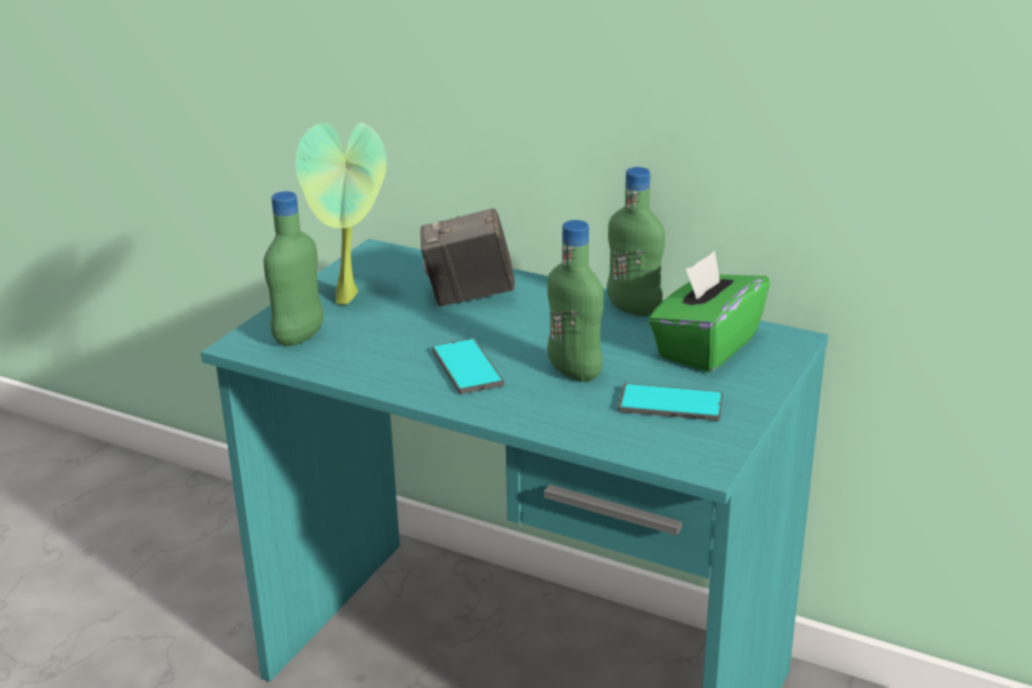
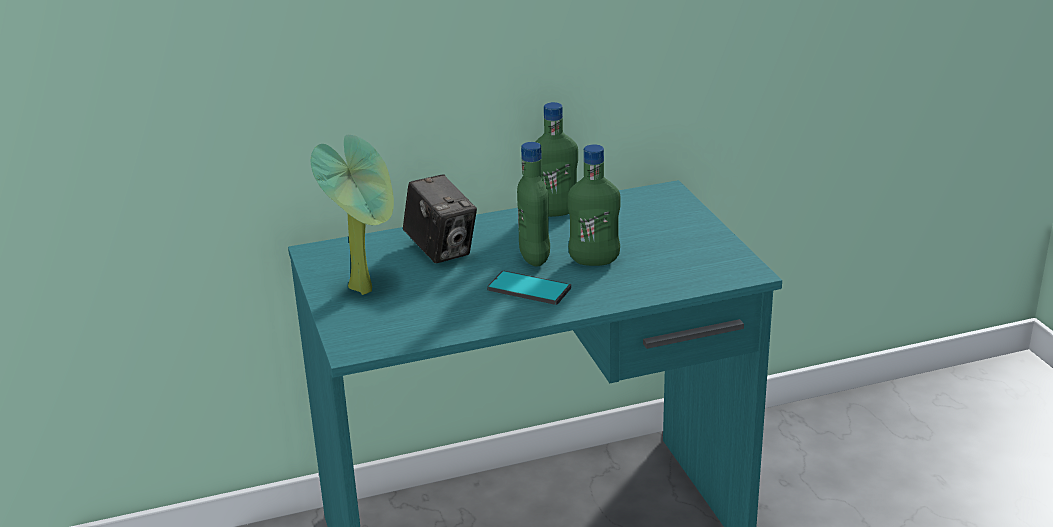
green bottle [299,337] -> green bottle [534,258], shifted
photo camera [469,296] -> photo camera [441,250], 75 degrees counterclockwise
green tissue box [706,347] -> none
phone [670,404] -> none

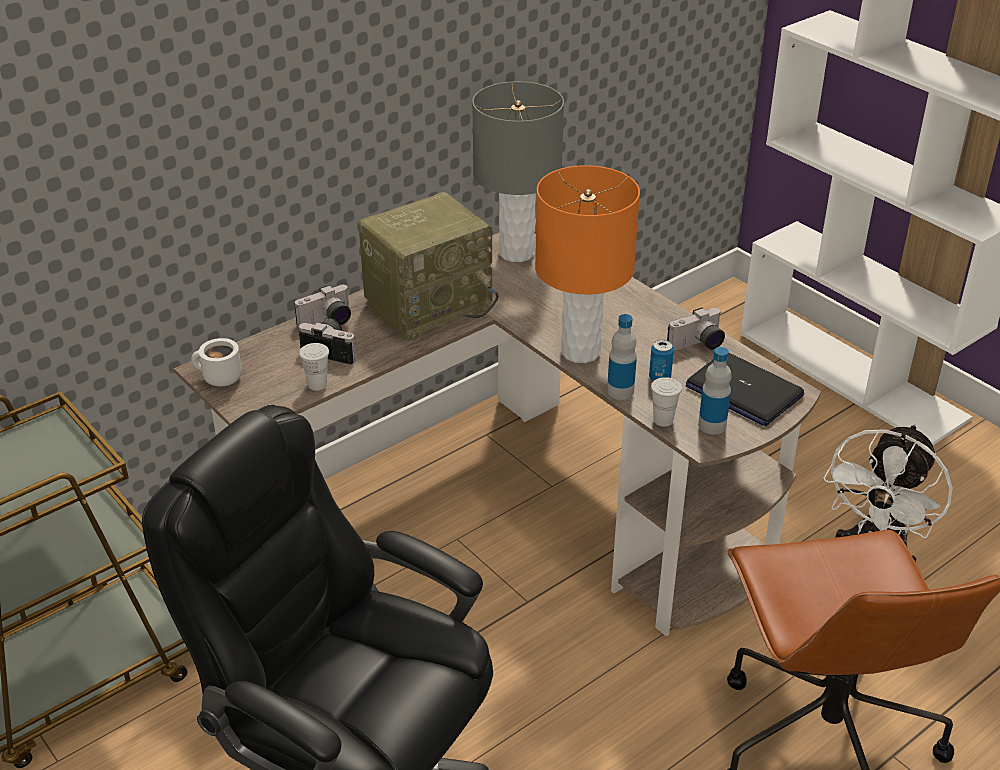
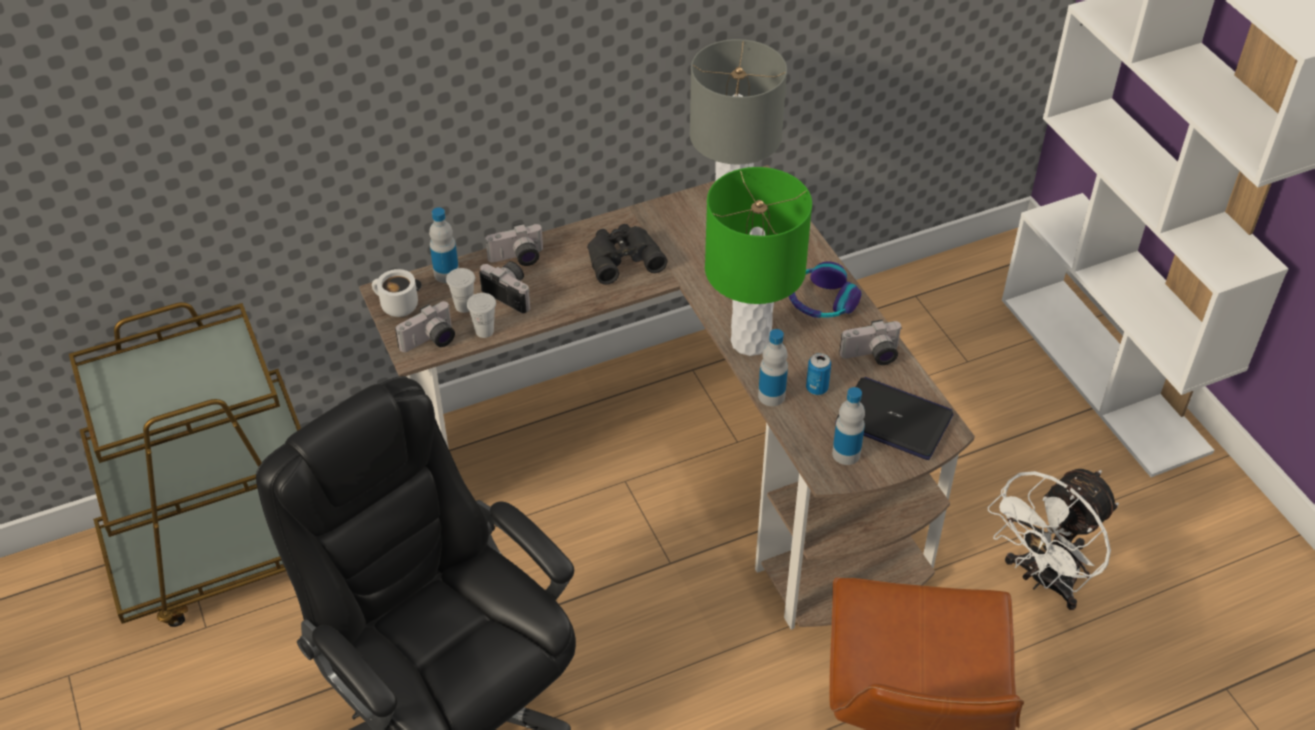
orange table lamp [580,351] -> green table lamp [750,341]
radio [429,305] -> black binoculars [622,257]
laptop [743,391] -> laptop [894,420], 150 degrees clockwise
white cup [663,420] -> white cup [464,306], shifted
none -> bottle [446,274]
none -> headphones [821,301]
none -> photo camera [430,342]

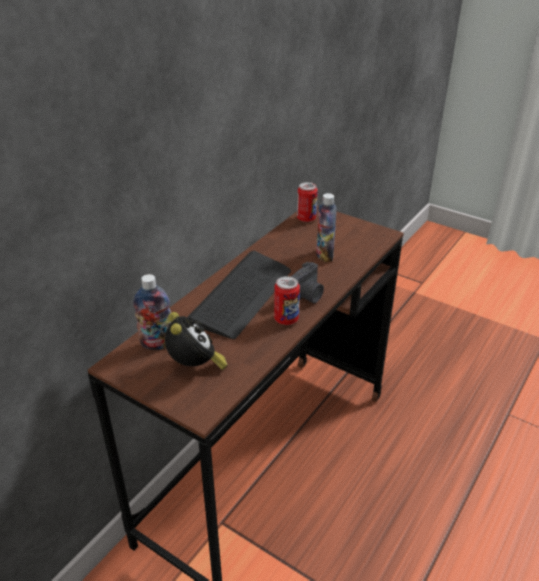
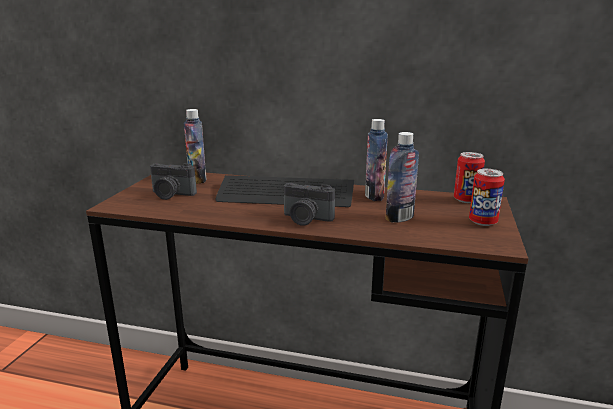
can [286,319] -> can [483,222], shifted
alarm clock [195,367] -> photo camera [171,195]
none -> bottle [374,196]

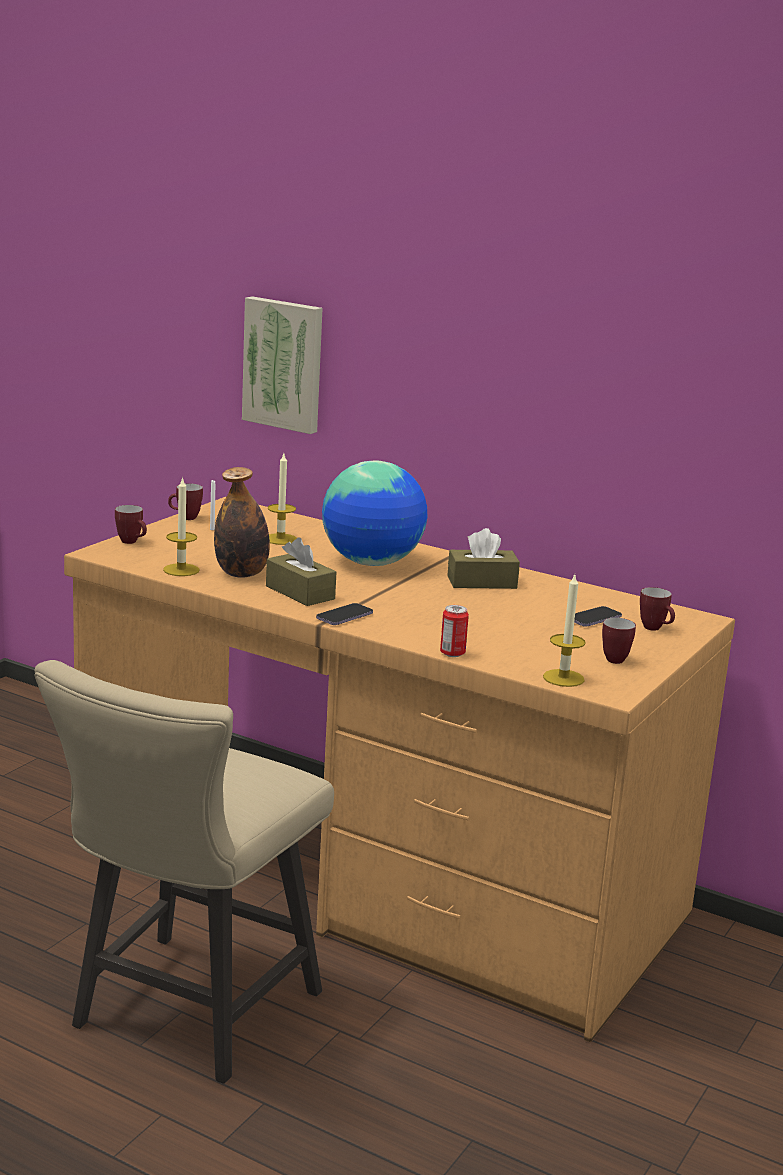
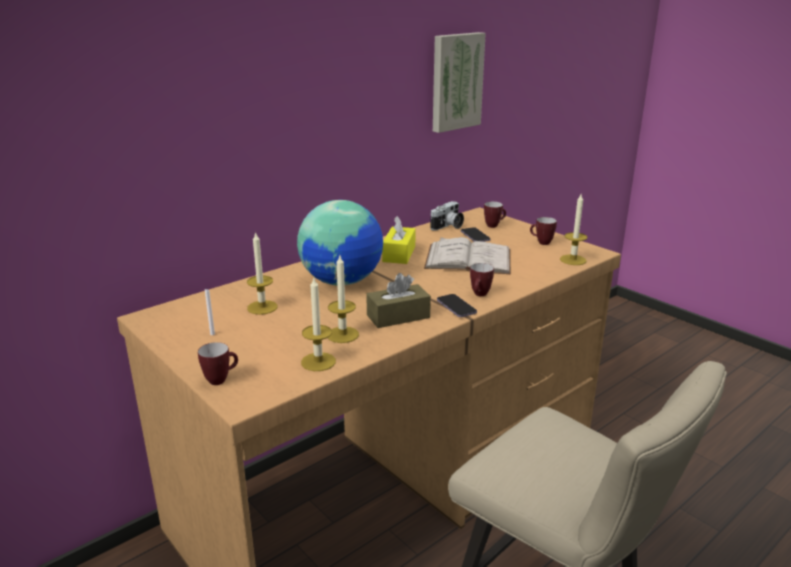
picture [284,364] -> picture [455,81], shifted
bottle [241,574] -> candle [342,335]
mug [185,518] -> mug [480,295], shifted
brown tissue box [482,582] -> yellow tissue box [399,254]
can [452,653] -> none
none -> photo camera [448,226]
none -> white book [468,258]

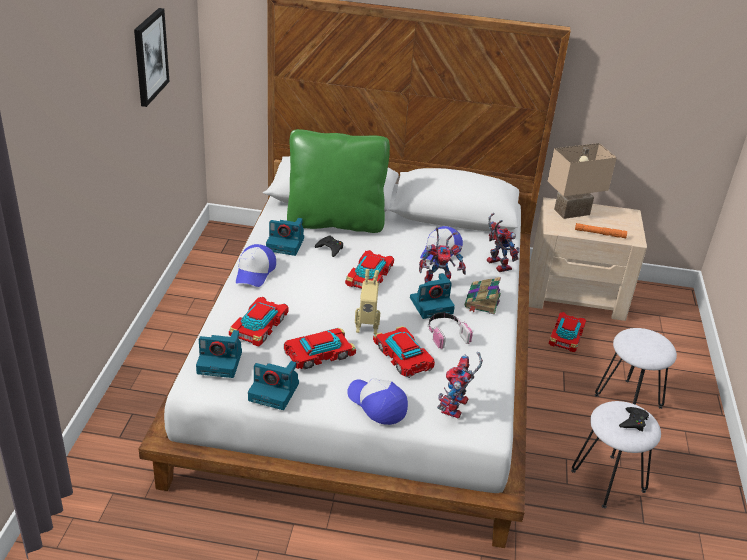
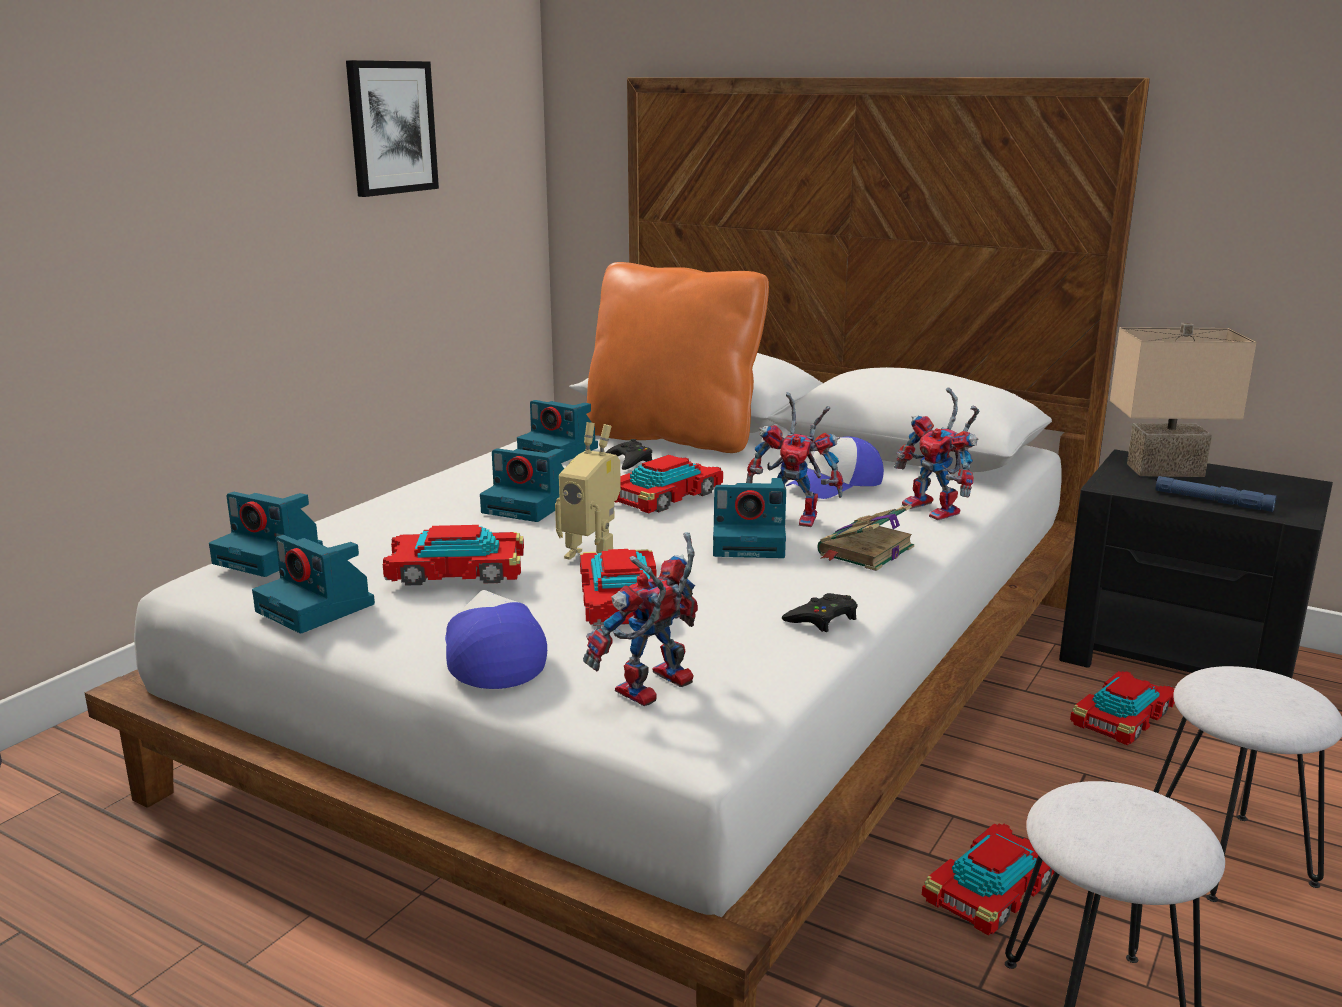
green pillow [335,222] -> orange pillow [673,437]
beige nightstand [576,293] -> black nightstand [1181,656]
toy robot [495,264] -> toy robot [938,510], 150 degrees clockwise
orange flashlight [600,233] -> blue flashlight [1213,501]
cap [255,272] -> none
toy car [260,326] -> toy car [993,890], shifted
headphones [446,334] -> none
black game controller [633,422] -> black game controller [822,619], shifted
none -> photo camera [529,506]

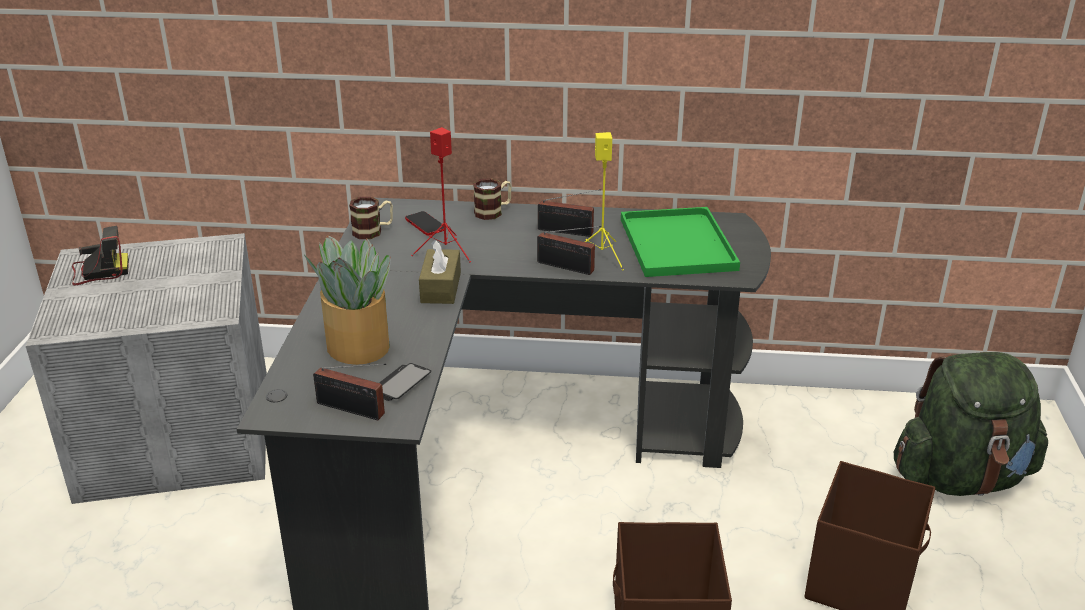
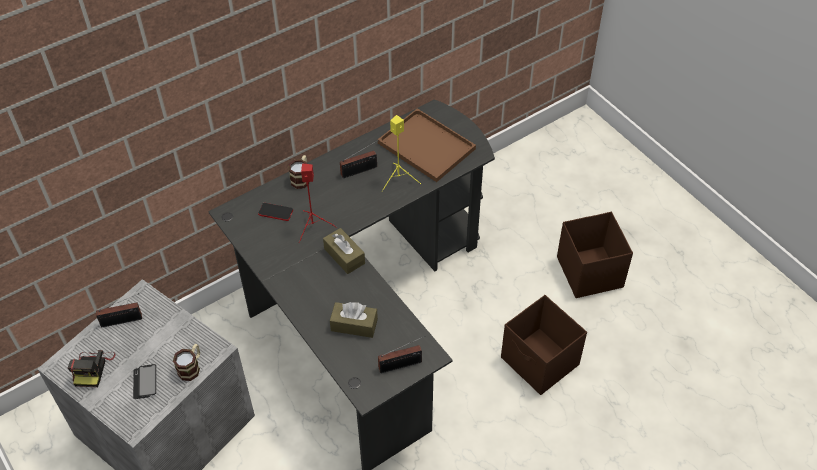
mug [373,231] -> mug [191,367], shifted
green tray [675,243] -> brown tray [424,146]
photo camera [98,271] -> photo camera [93,368], 150 degrees clockwise
radio [568,267] -> radio [124,320], shifted
potted plant [358,347] -> brown tissue box [354,325]
green backpack [961,478] -> none
phone [400,384] -> phone [145,382], shifted

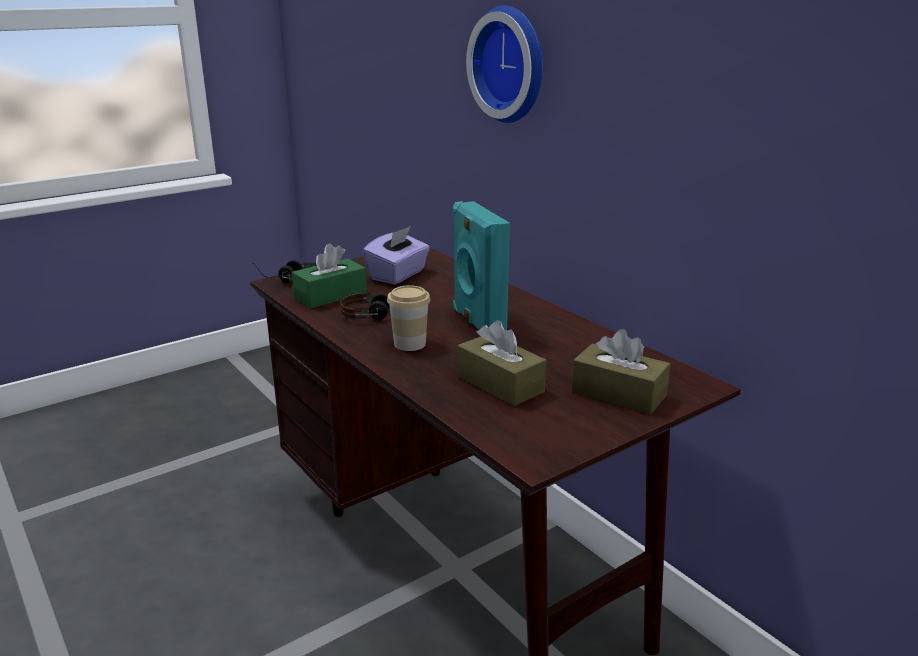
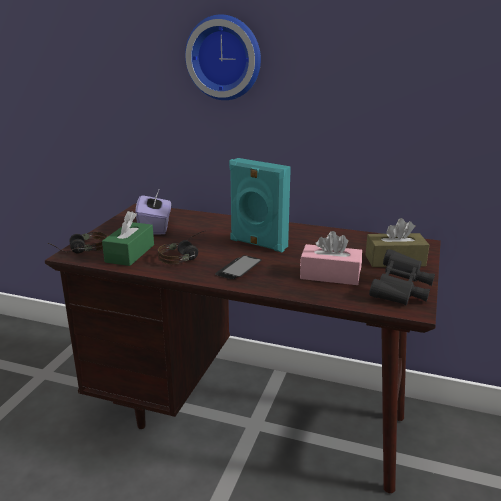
cup [410,344] -> phone [238,268]
brown tissue box [500,384] -> pink tissue box [330,275]
none -> black binoculars [401,291]

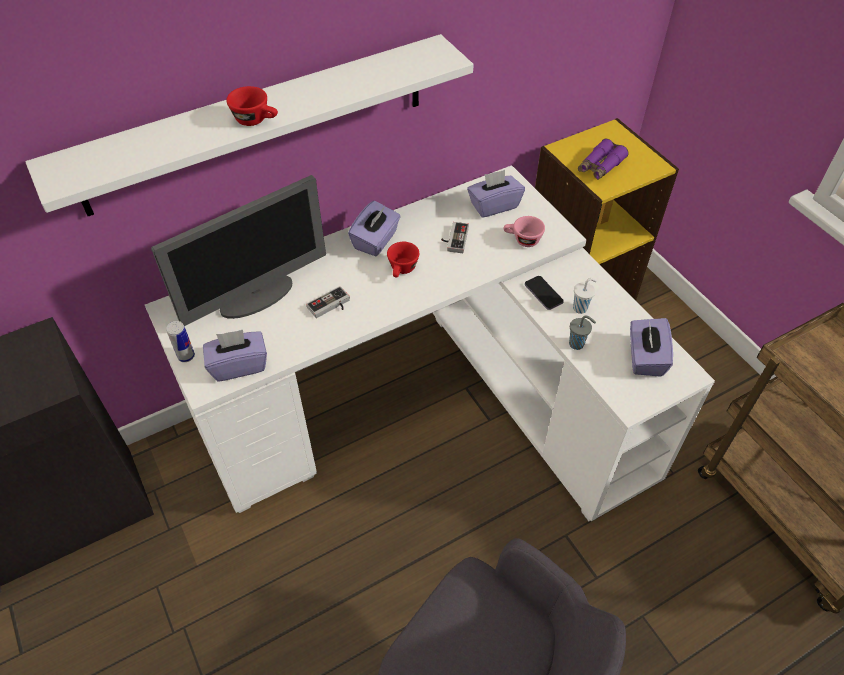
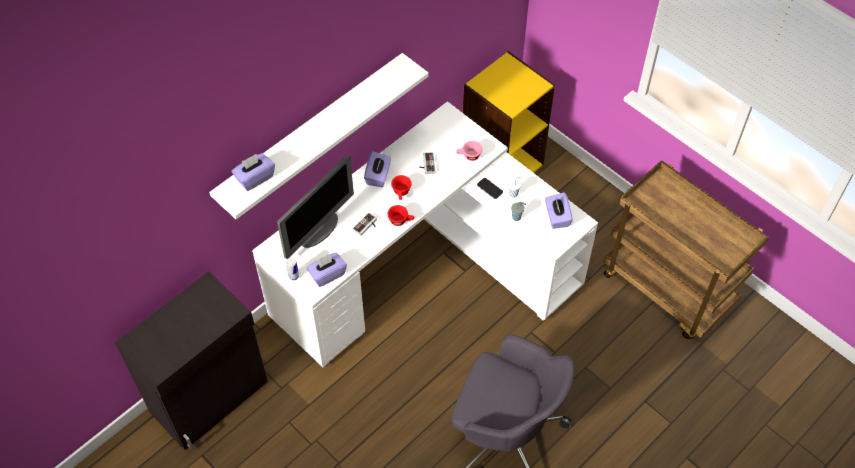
red cup [256,120] -> red cup [401,220], shifted
purple binoculars [600,166] -> none
purple tissue box [494,205] -> purple tissue box [255,178], shifted

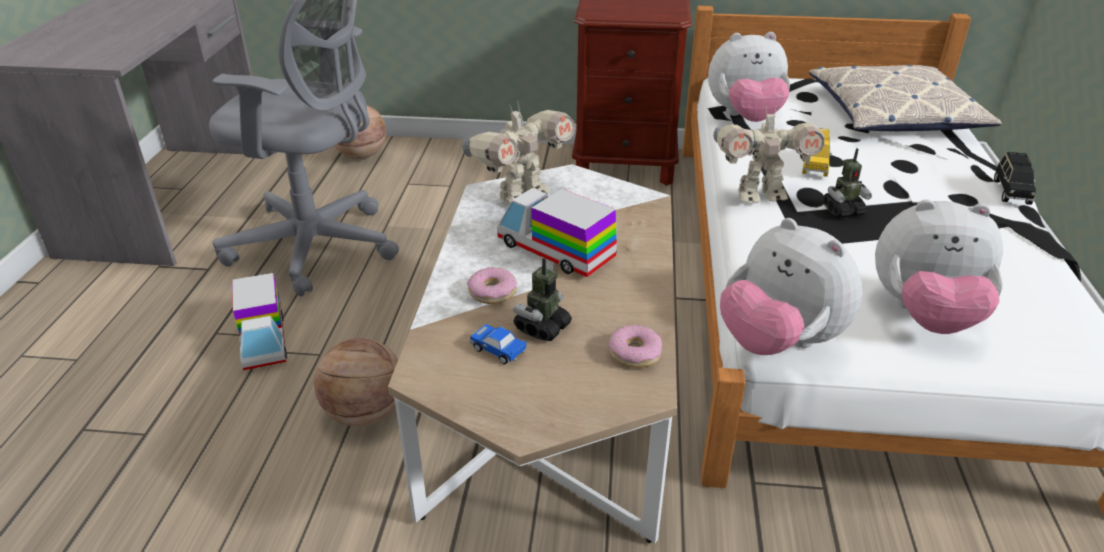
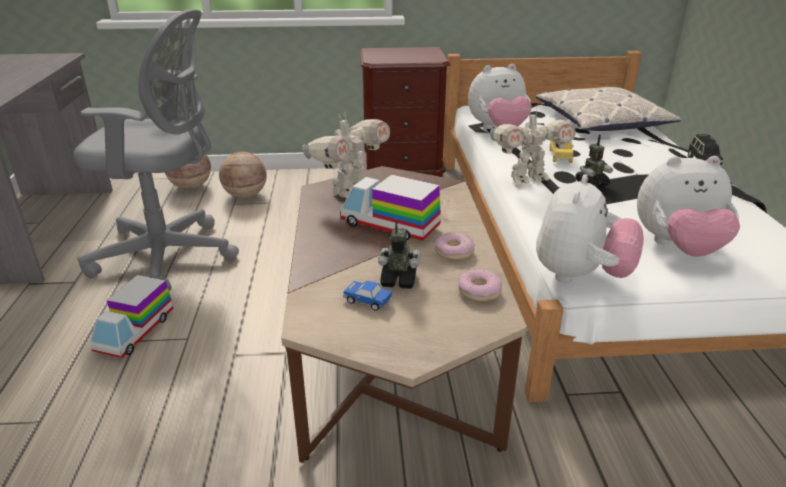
white coffee table [553,406] -> brown coffee table [394,356]
plush toy [779,342] -> plush toy [580,276], 105 degrees counterclockwise
toy robot [542,327] -> toy robot [398,280], 75 degrees clockwise
donut [492,292] -> donut [454,252], shifted
toy truck [264,339] -> toy truck [135,332], 45 degrees clockwise
basketball [365,413] -> basketball [245,195], shifted

